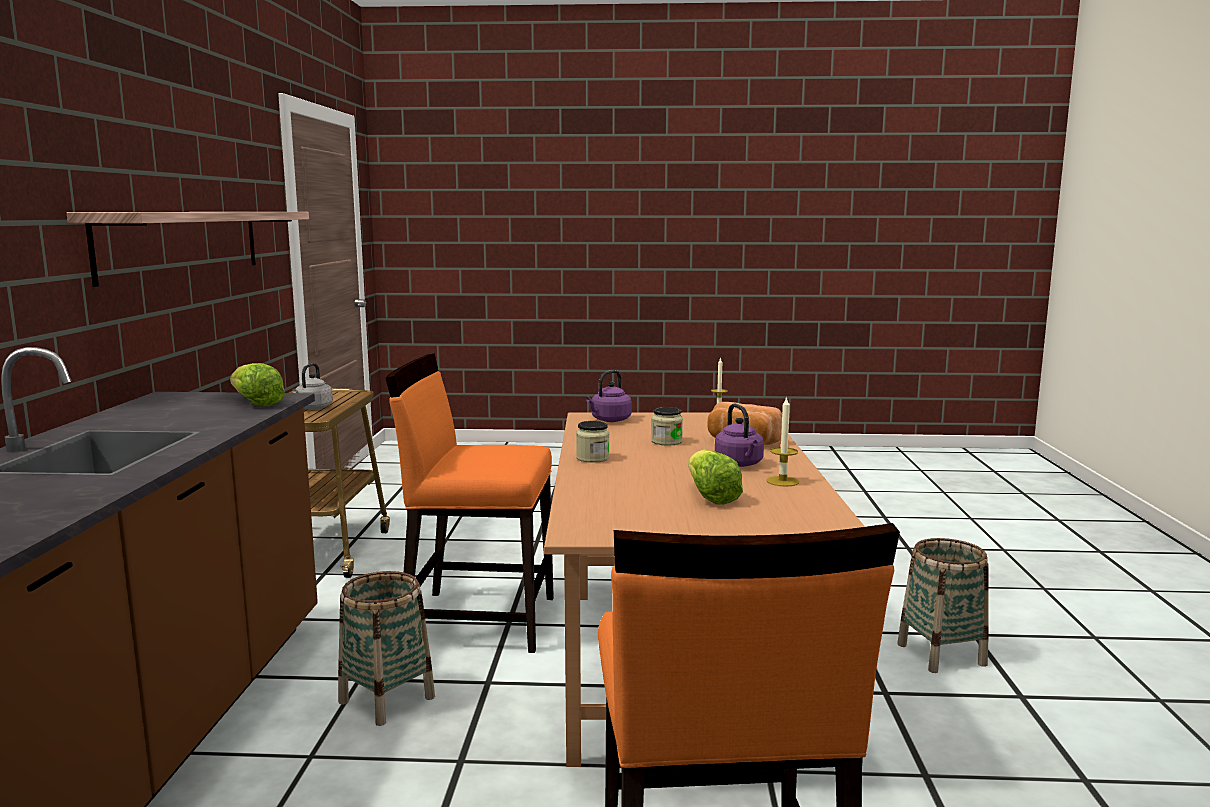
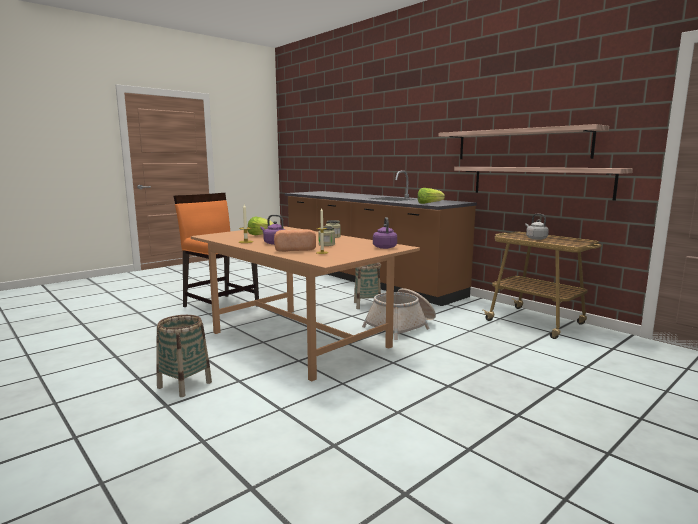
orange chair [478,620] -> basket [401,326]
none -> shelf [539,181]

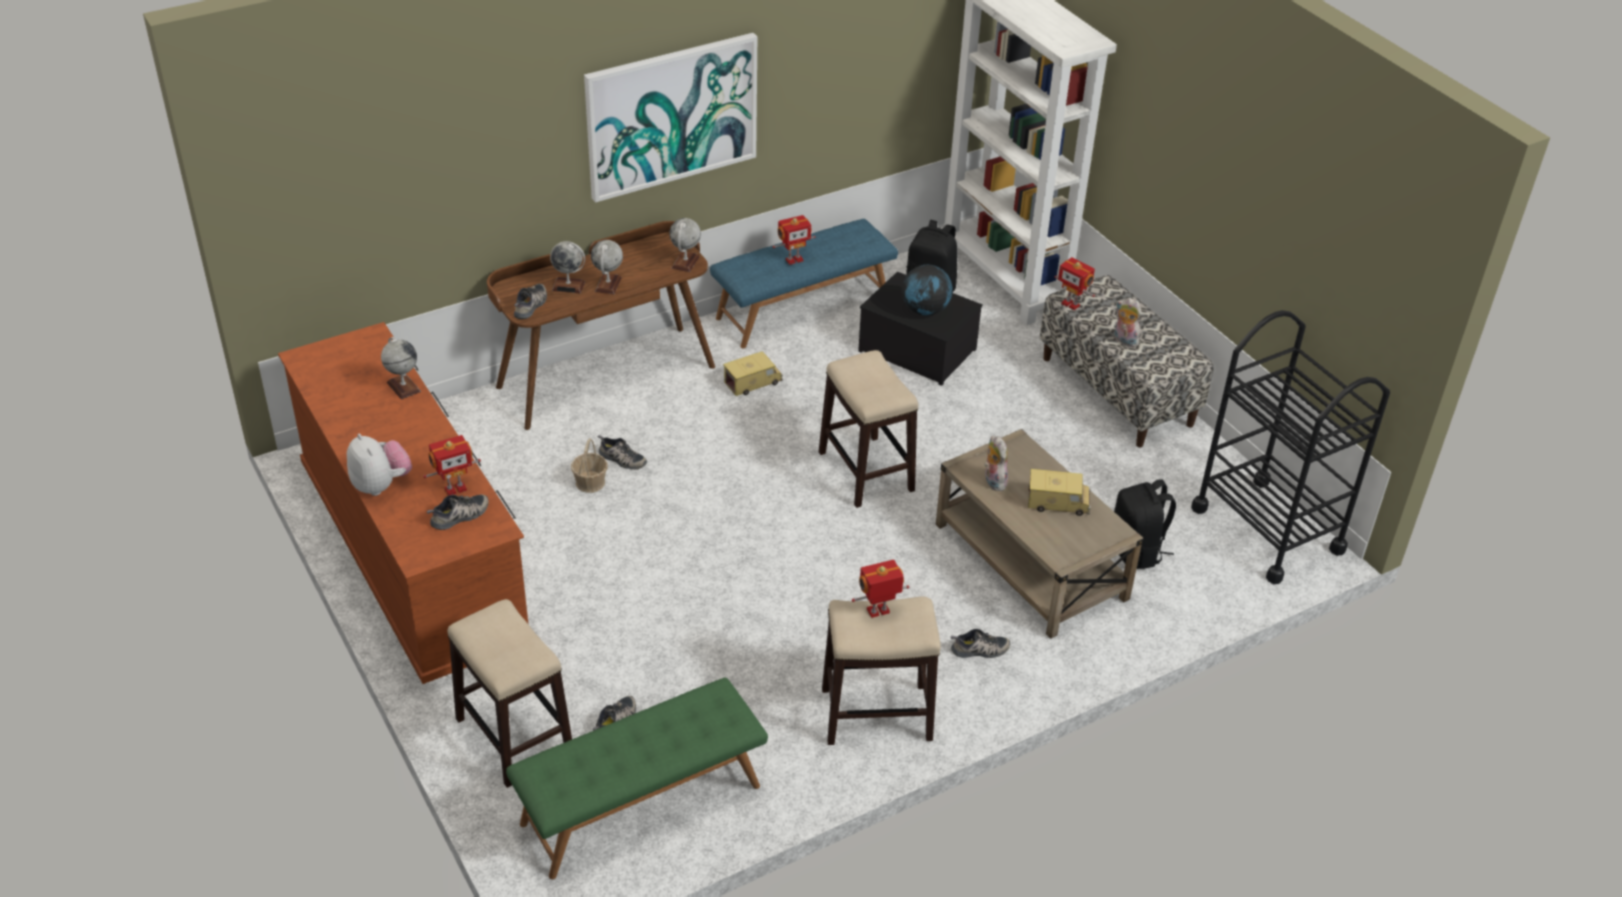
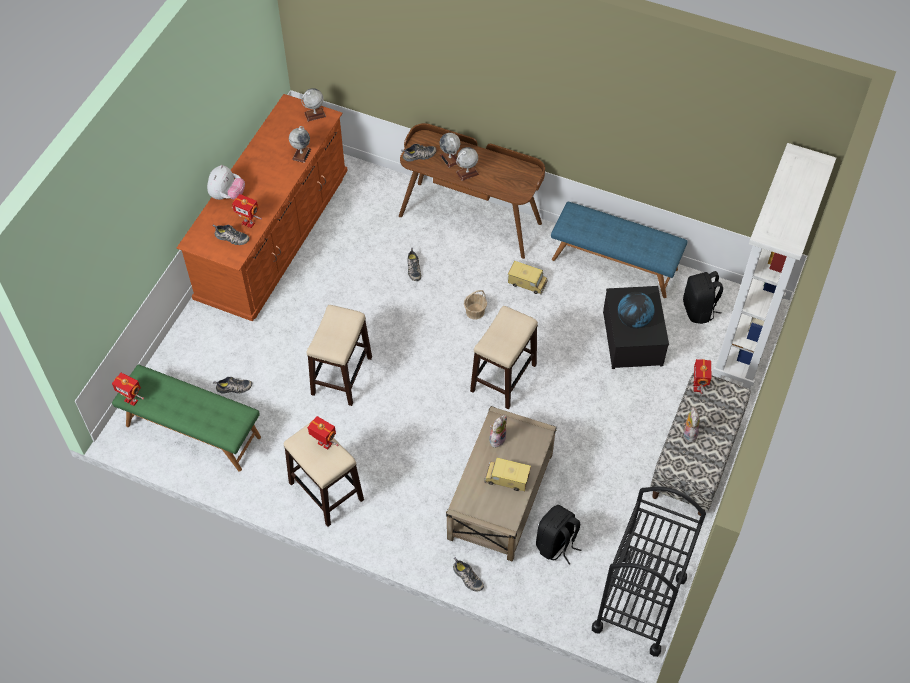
picture [671,115] -> none
toy robot [793,259] -> toy robot [131,400], shifted
globe [685,262] -> globe [315,114], shifted
basket [590,482] -> basket [475,311], shifted
toy truck [1058,503] -> toy truck [507,479], 135 degrees clockwise
stool [514,735] -> stool [342,375], shifted
shoe [979,650] -> shoe [467,577], shifted

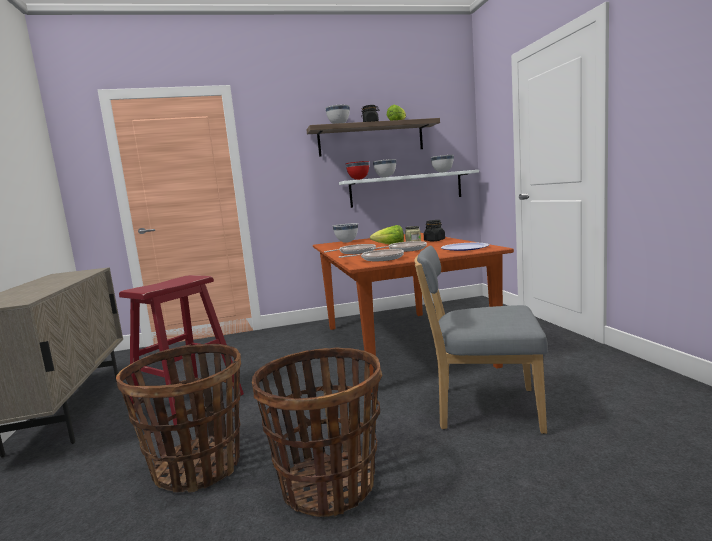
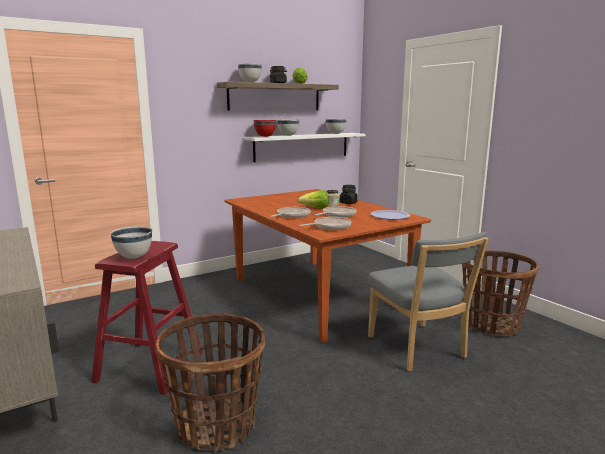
white bowl [347,242] -> white bowl [134,257], shifted
grey chair [482,408] -> grey chair [418,349], 105 degrees counterclockwise
basket [329,484] -> basket [491,325], shifted

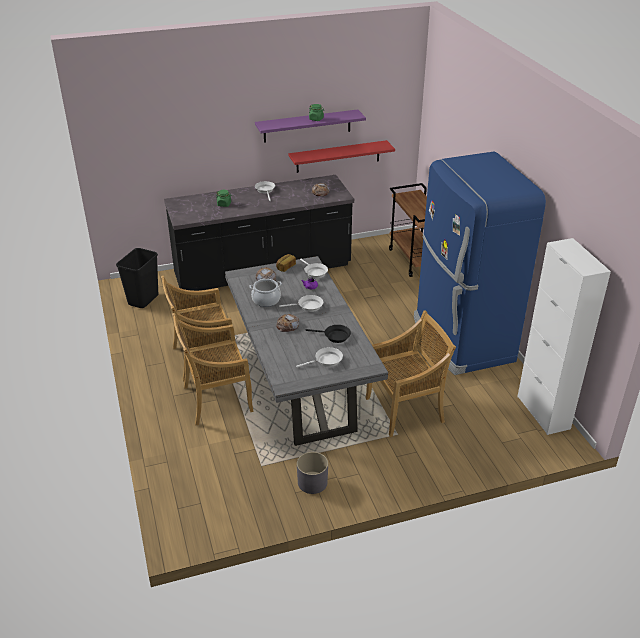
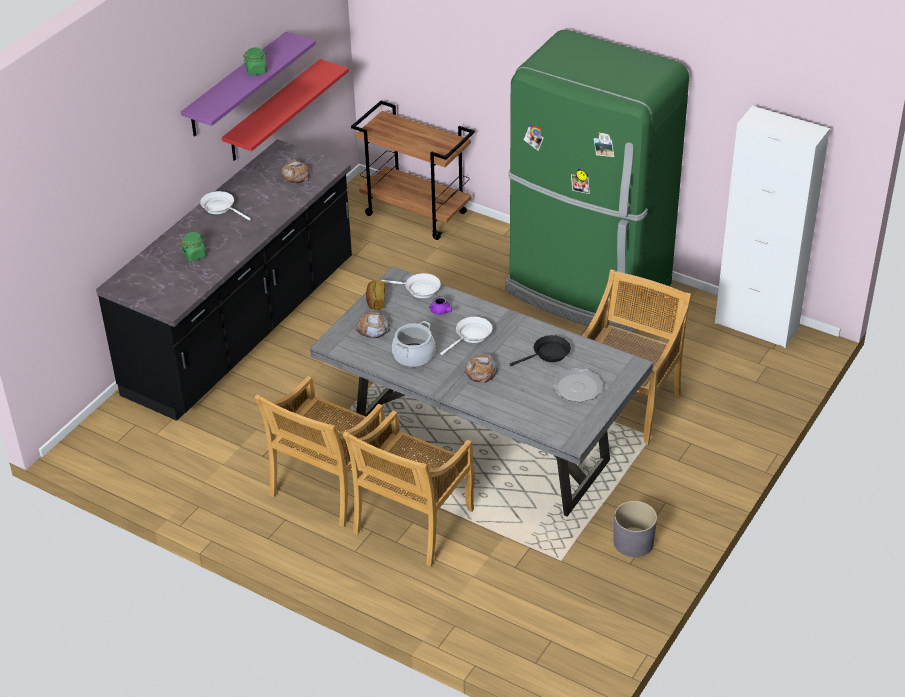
blue fridge [461,340] -> green fridge [588,290]
black trash can [143,300] -> none
white frying pan [326,361] -> plate [578,387]

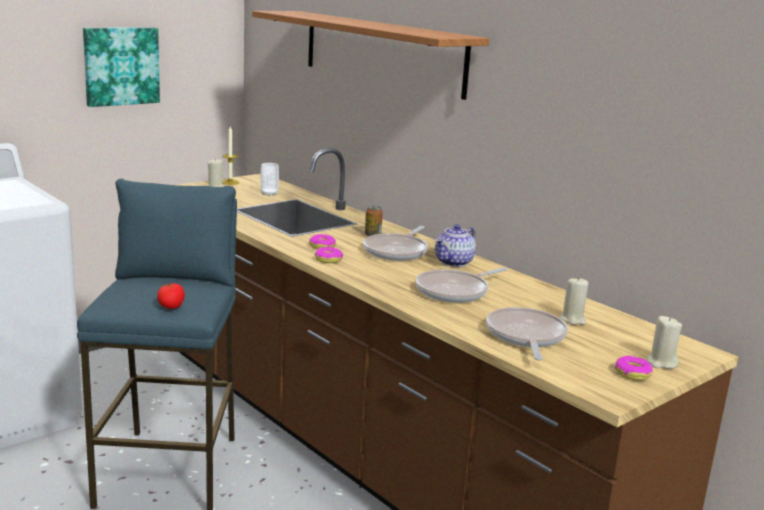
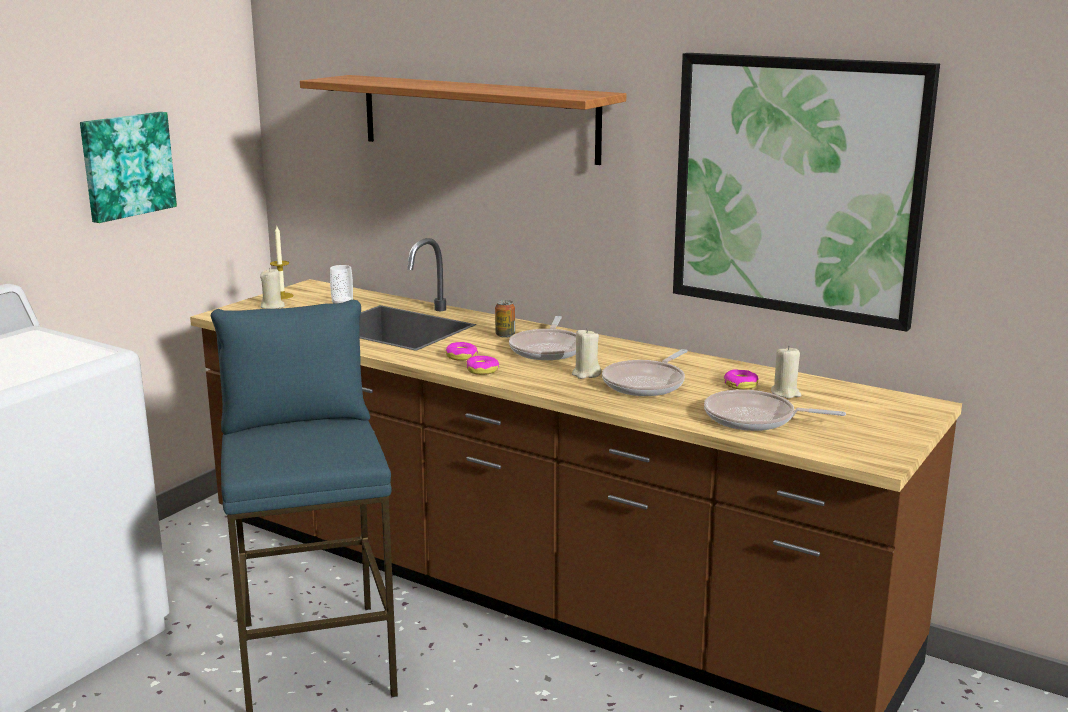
teapot [454,262] -> none
tomato [171,307] -> none
frying pan [525,337] -> frying pan [755,418], 60 degrees counterclockwise
beige candle [661,363] -> beige candle [586,374], shifted
donut [632,374] -> donut [740,385], shifted
none -> picture [797,187]

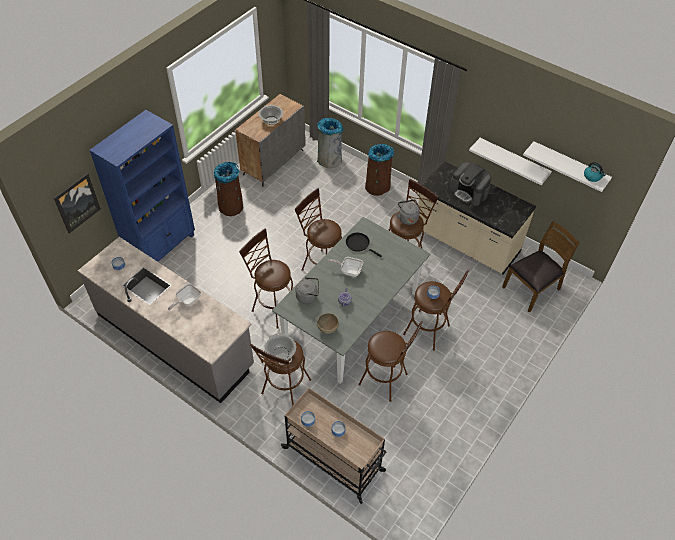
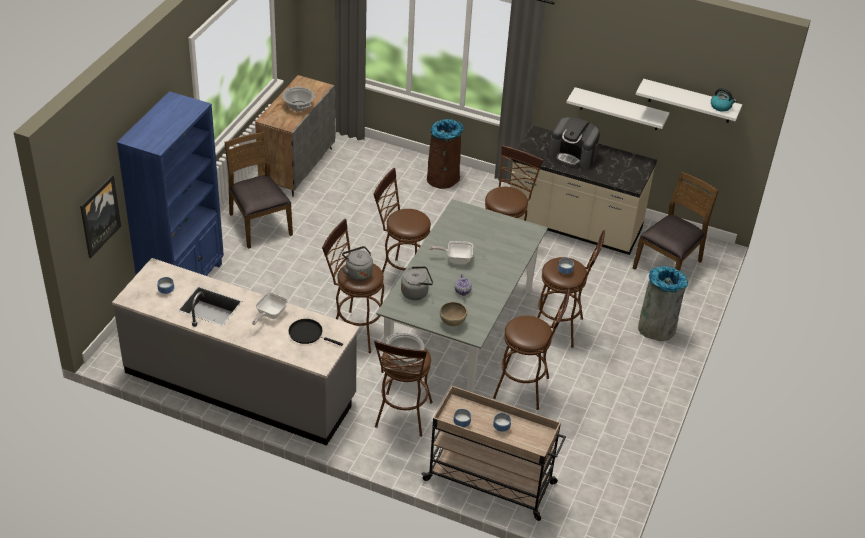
grey trash can [329,160] -> grey trash can [657,329], shifted
brown trash can [231,206] -> brown chair [259,224]
grey kettle [407,218] -> grey kettle [358,273], shifted
black frying pan [359,244] -> black frying pan [308,334], shifted

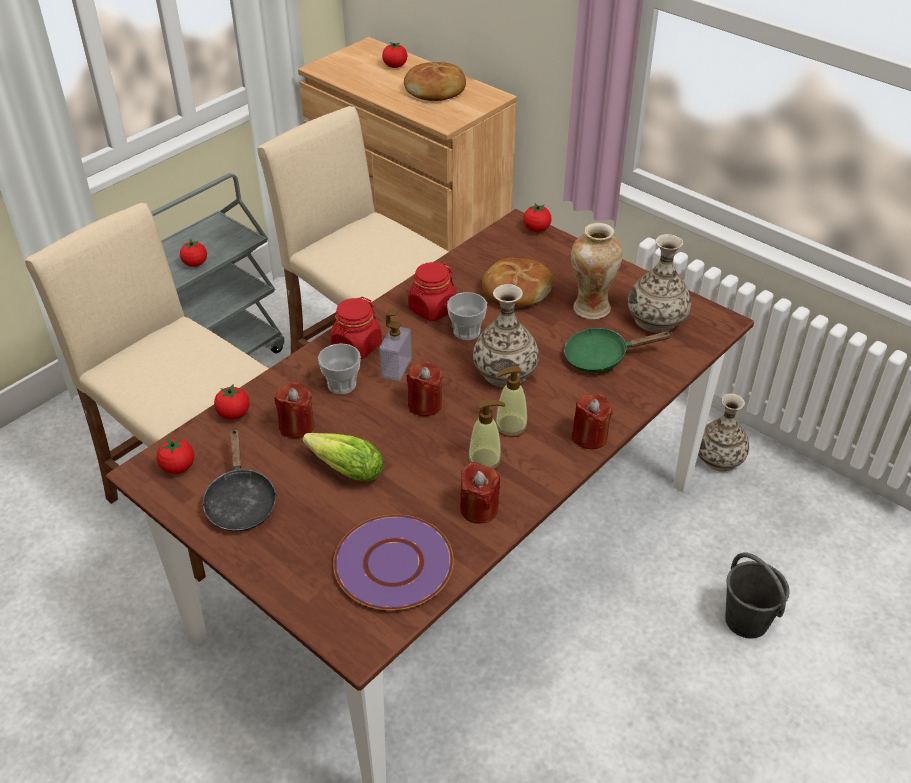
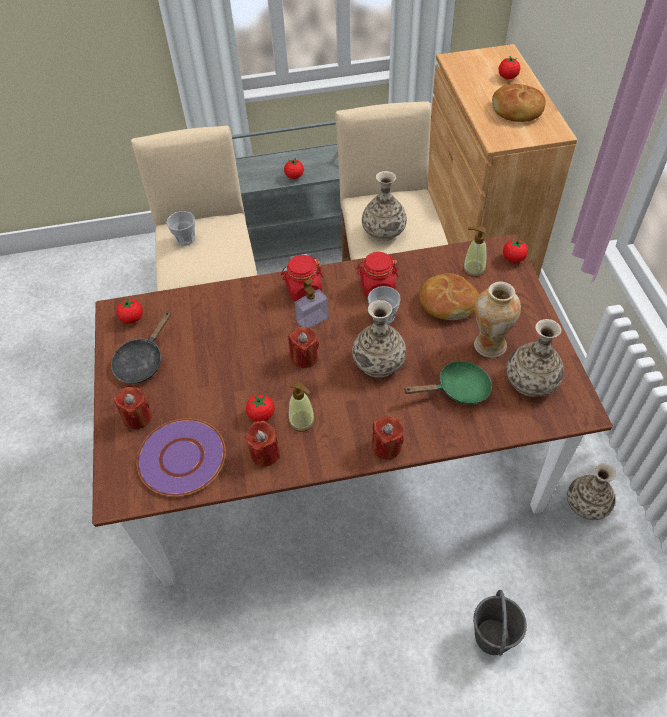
green frying pan [602,357] -> green frying pan [458,389], 135 degrees clockwise
cup [341,385] -> cup [185,239], shifted
soap dispenser [510,426] -> soap dispenser [473,269], shifted
red candle [296,426] -> red candle [137,417], shifted
tomato [234,414] -> tomato [261,415], shifted
lettuce [342,468] -> none
none -> vase [383,231]

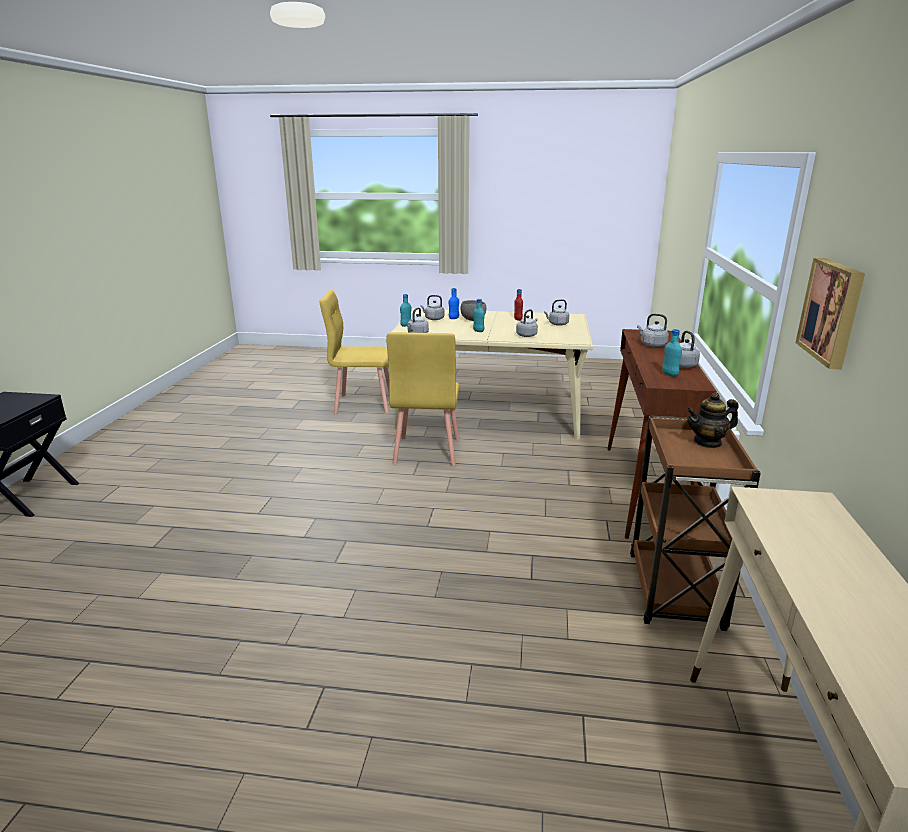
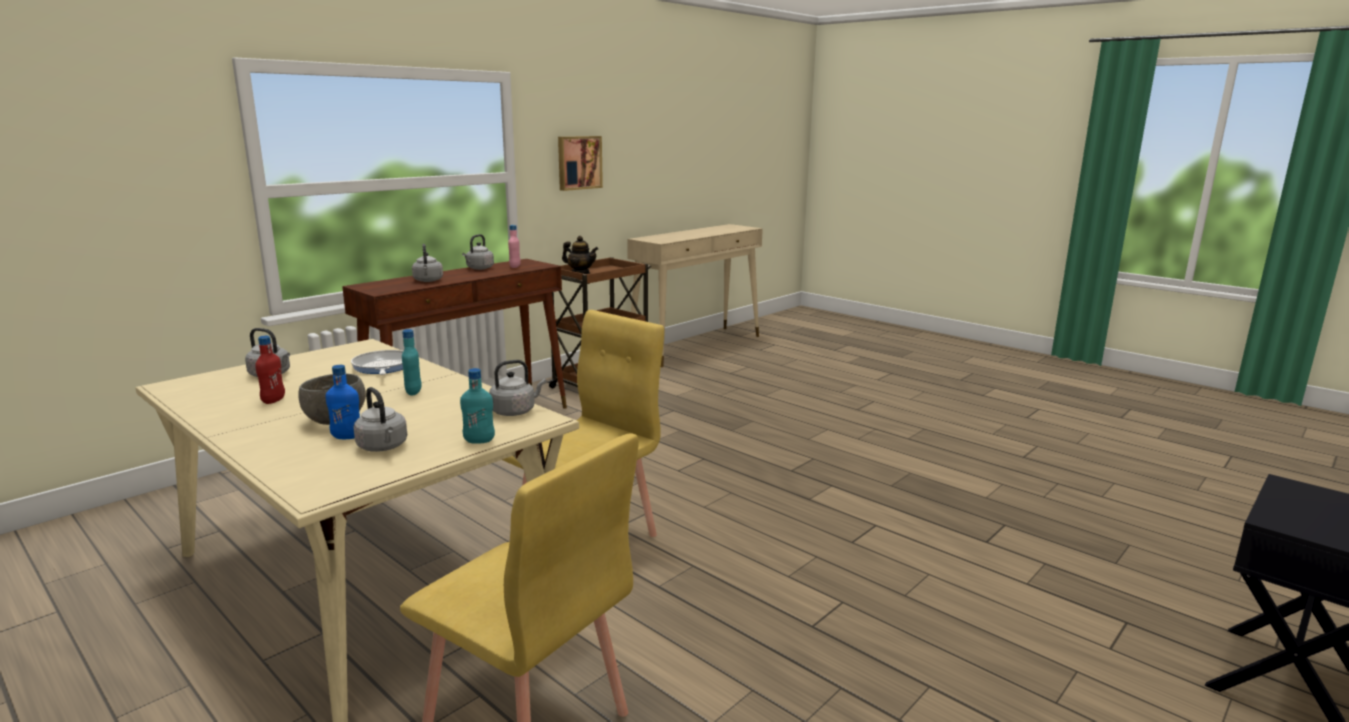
grey kettle [527,335] -> frying pan [382,367]
turquoise bottle [669,374] -> pink bottle [515,267]

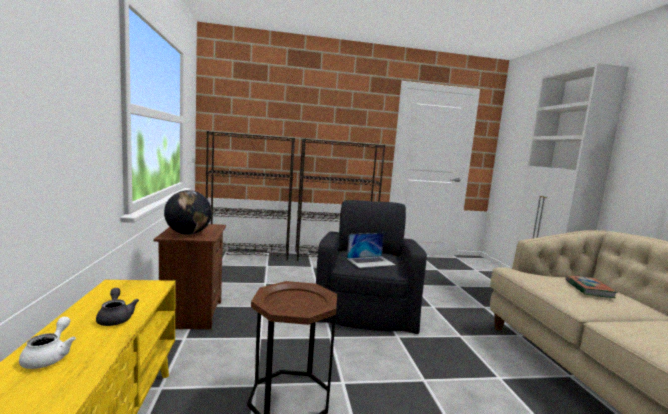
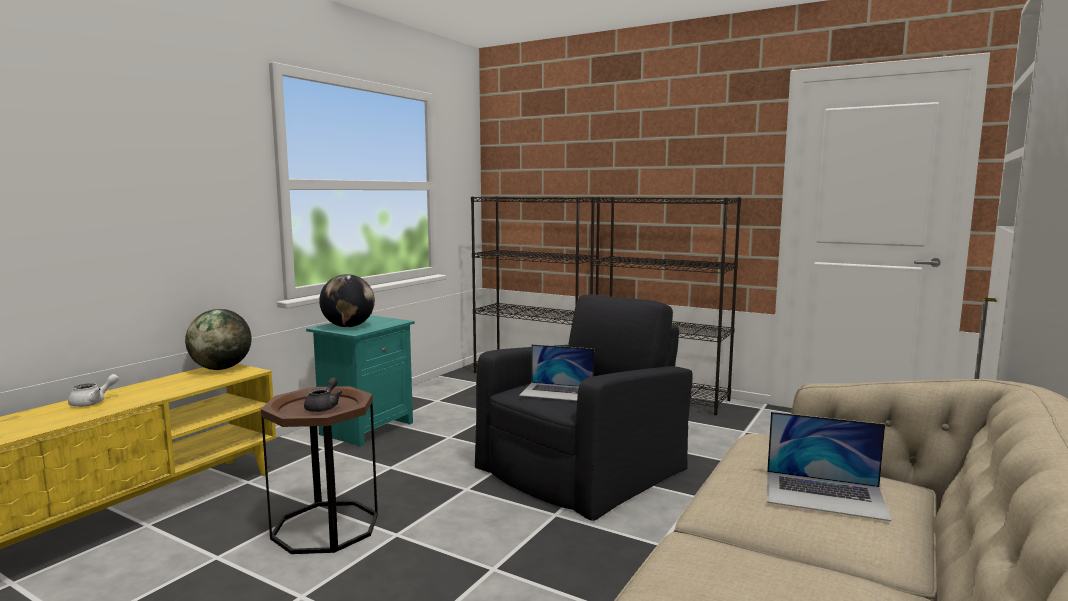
brown nightstand [191,314] -> turquoise nightstand [365,428]
book [589,289] -> laptop [824,494]
grey teapot [115,318] -> grey teapot [324,407], shifted
none -> globe [221,368]

